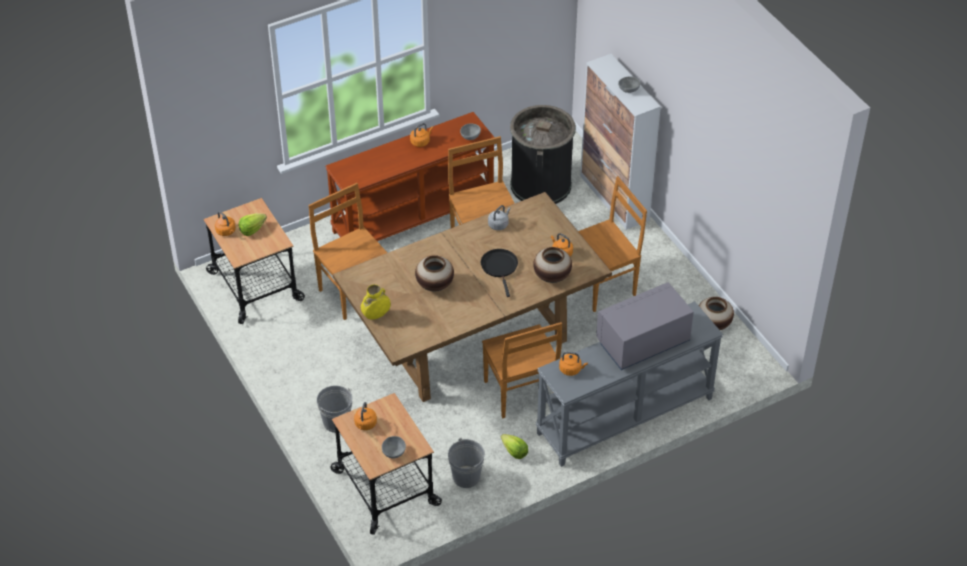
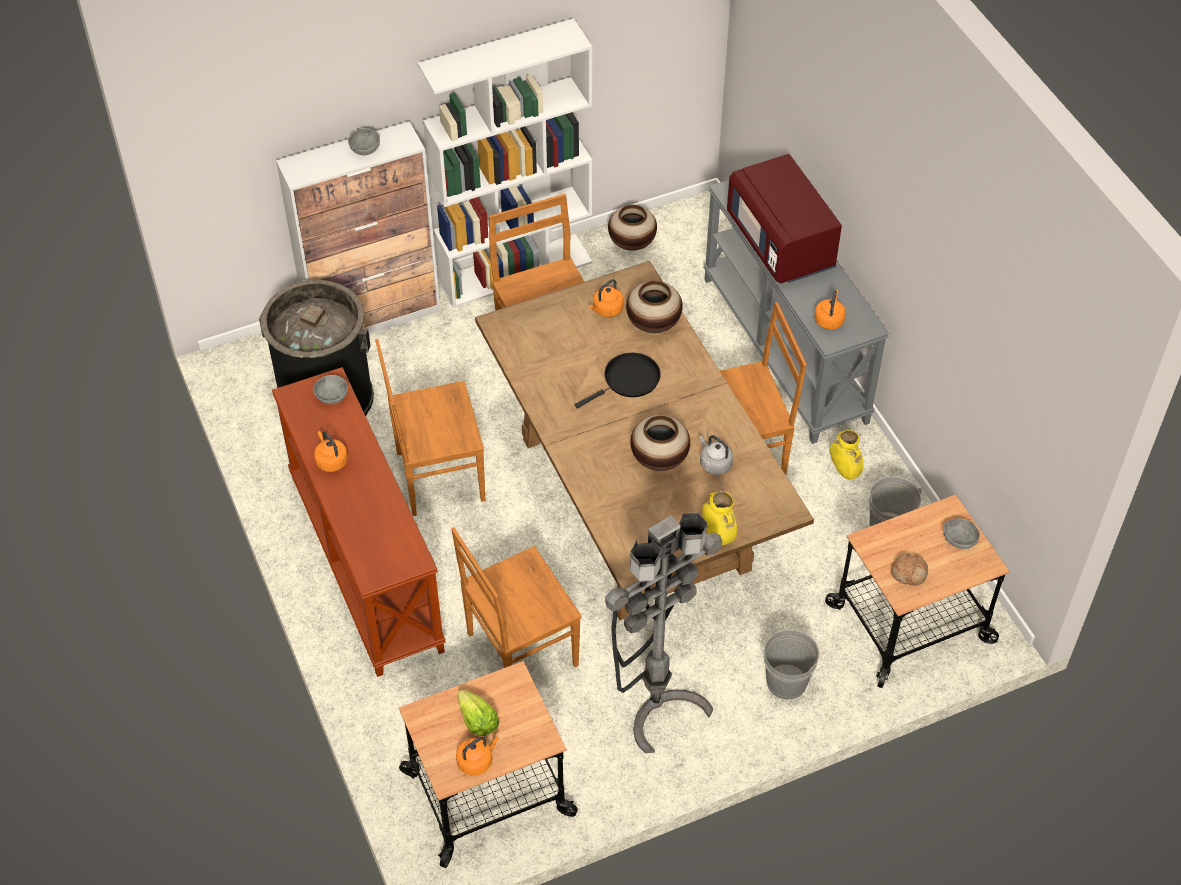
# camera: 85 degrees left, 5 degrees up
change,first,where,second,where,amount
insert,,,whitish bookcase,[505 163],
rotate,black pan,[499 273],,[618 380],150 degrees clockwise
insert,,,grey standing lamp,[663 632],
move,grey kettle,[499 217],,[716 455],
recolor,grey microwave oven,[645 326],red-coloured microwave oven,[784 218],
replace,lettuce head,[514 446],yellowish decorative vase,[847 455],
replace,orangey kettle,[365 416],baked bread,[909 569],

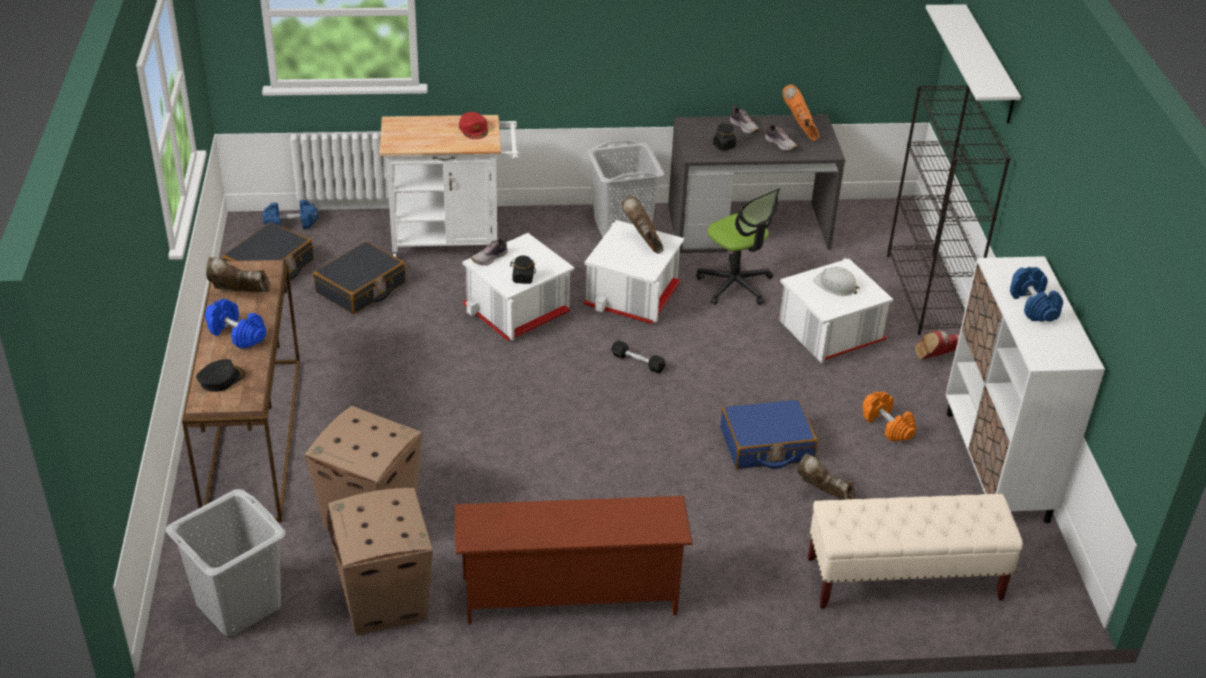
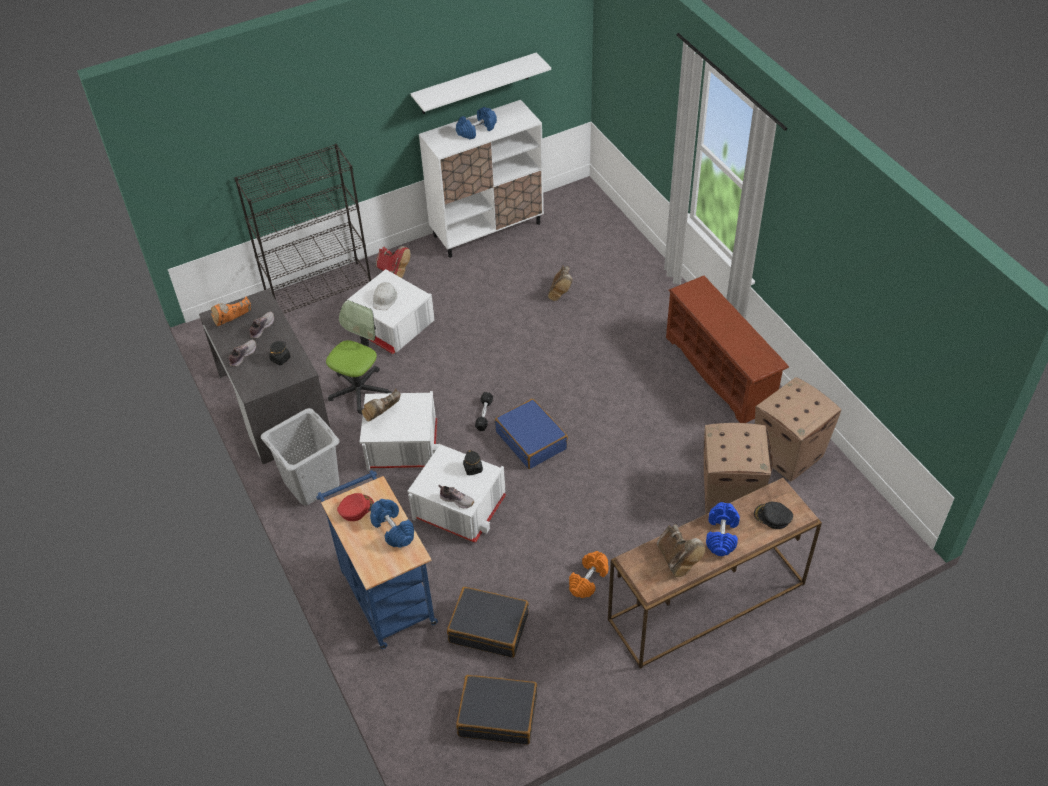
# camera: 110 degrees left, 10 degrees up
change,first,where,second,where,amount
recolor,whitish trolley,[449 186],bluish trolley,[377 559],
move,bluish free weight,[290 214],,[392 523],
move,whitish bracket shelf,[973 64],,[481 83],
move,bluish suitcase,[769 434],,[531 434],
move,orangey free weight,[889 417],,[589 574],
delete,grey washing basket,[226 562],,,
delete,beige indoor bench,[915 551],,,

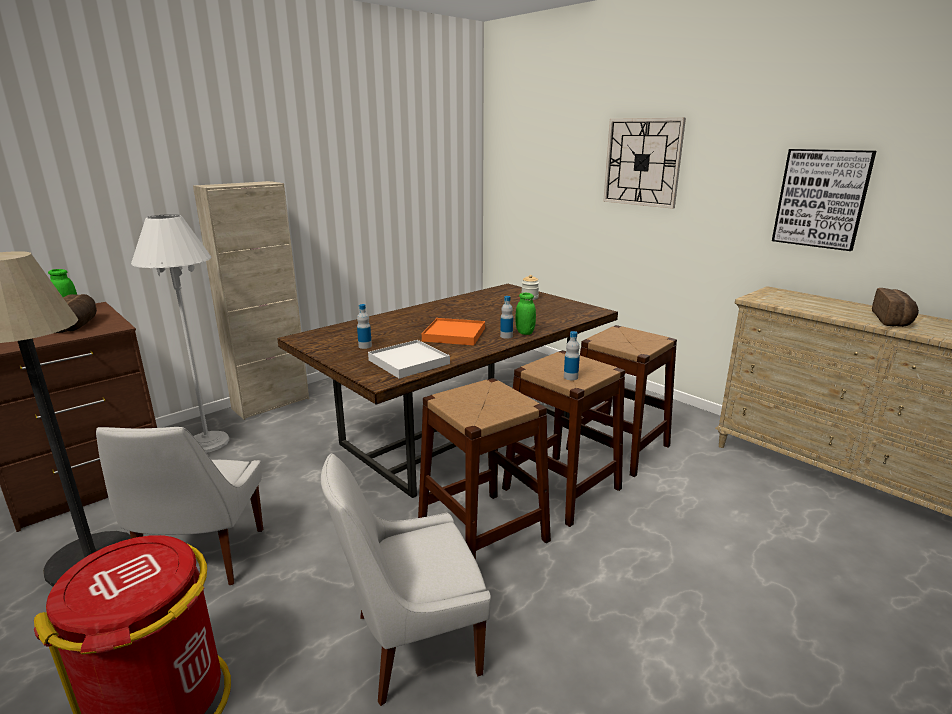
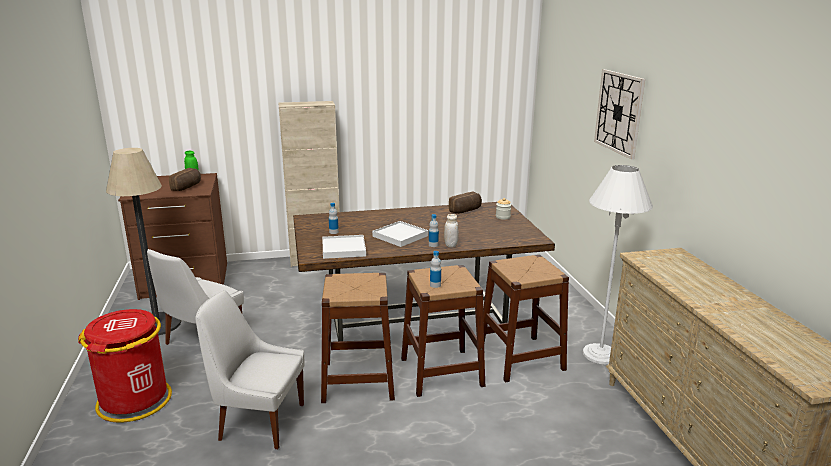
# camera: 30 degrees right, 0 degrees up
change,first,where,second,where,amount
recolor,orangey serving tray,[453 332],whitish serving tray,[400 234],
recolor,green-coloured storage jar,[525 314],whitish storage jar,[451 230],
move,baked bread,[895 307],,[465 202],
move,whitish standing lamp,[180 333],,[618 264],
delete,wall art,[824 200],,,

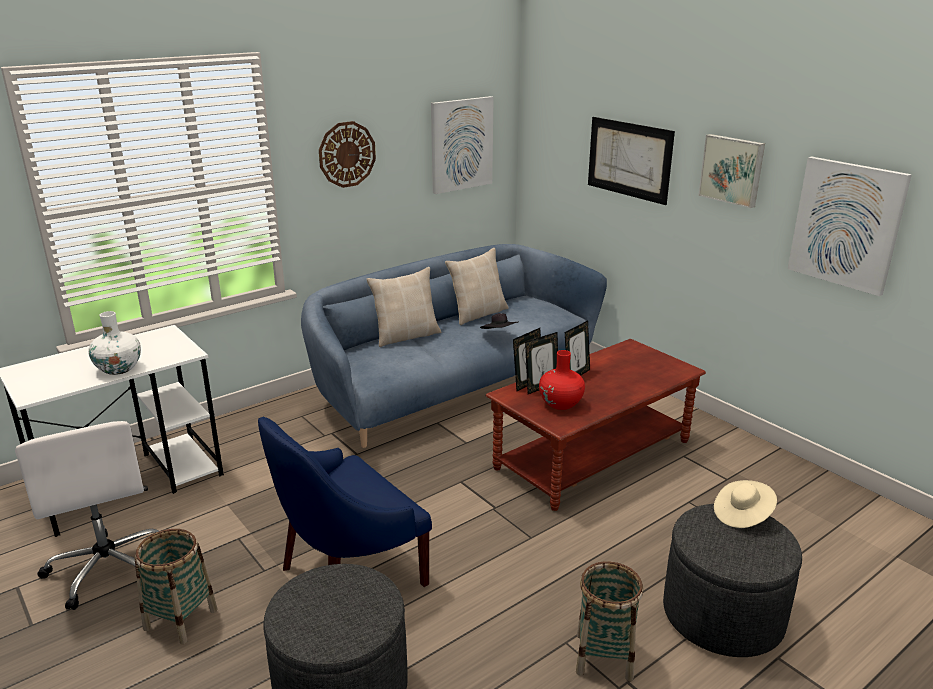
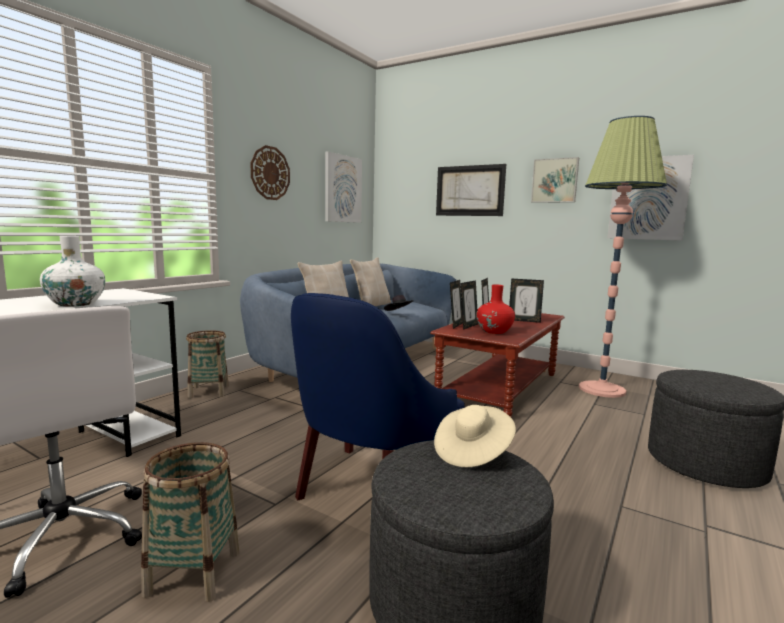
# camera: 20 degrees left, 15 degrees down
change,first,where,second,where,amount
move,basket,[609 622],,[207 364],
move,beige hat,[745 504],,[475 436],
insert,,,standing frame,[526 301],
insert,,,standing lamp,[623 257],

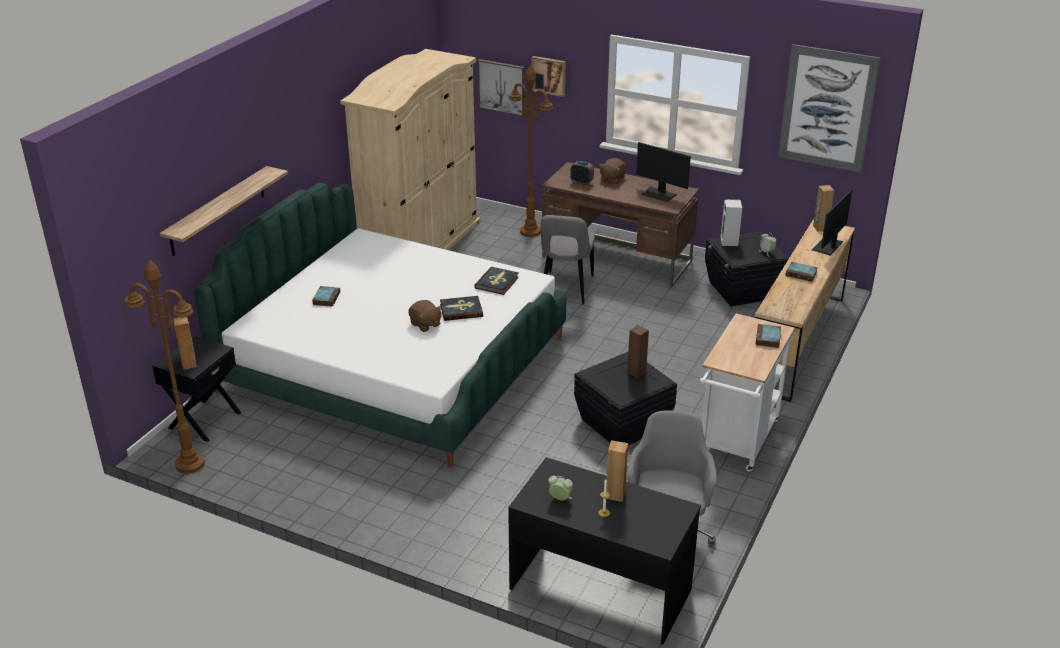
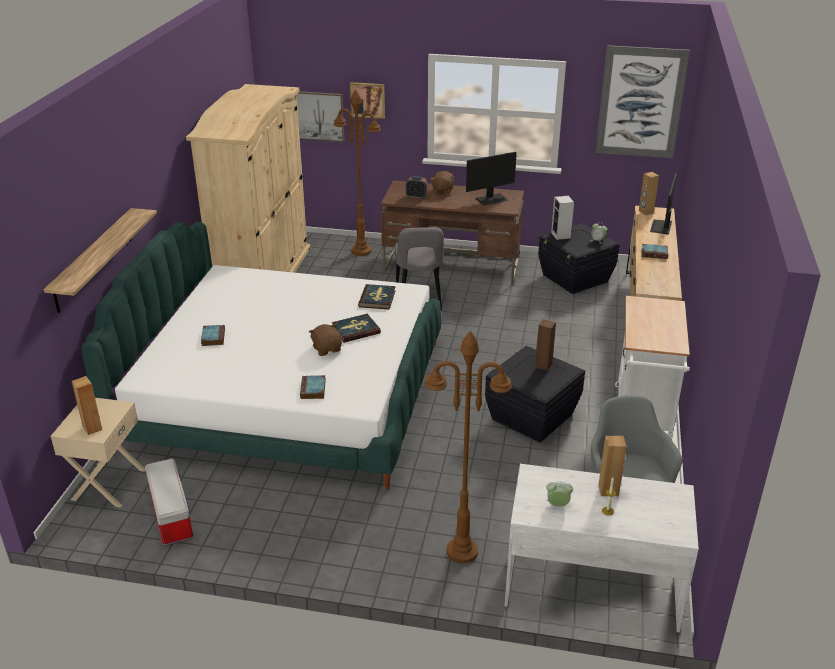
# camera: 15 degrees left, 0 degrees up
change,first,where,second,where,amount
recolor,black nightstand,[196 388],beige nightstand,[98 452],
insert,,,storage bin,[169 502],
move,volume,[768 336],,[313 387],
rotate,brown-coloured soft toy,[425 316],,[325 340],150 degrees counterclockwise
move,brown-coloured standing lamp,[165 366],,[468 447],
rotate,computer screen,[663 172],,[491 179],45 degrees counterclockwise
recolor,black desk,[604 550],whitish desk,[602 548],

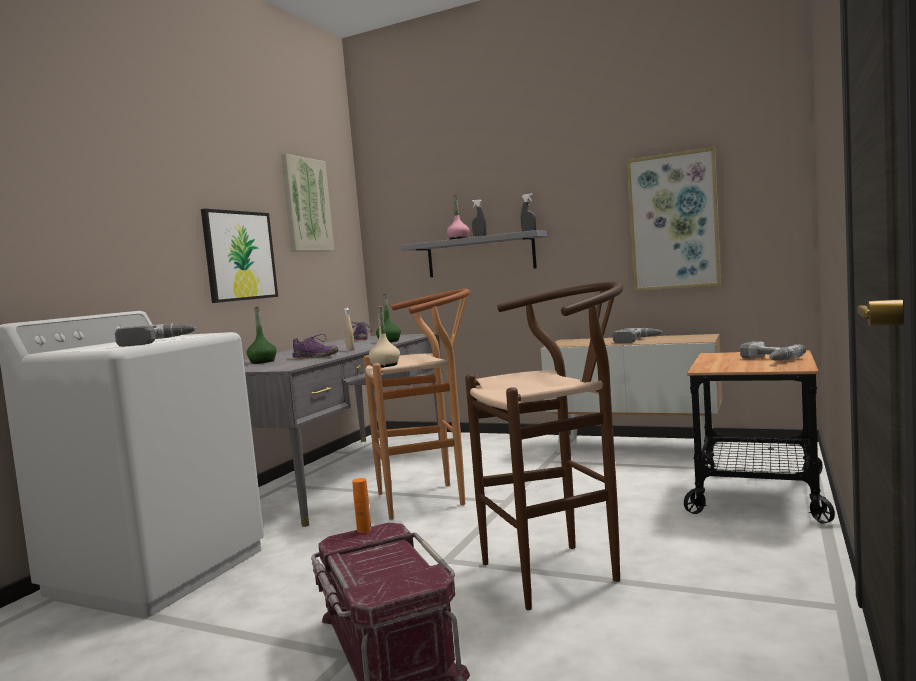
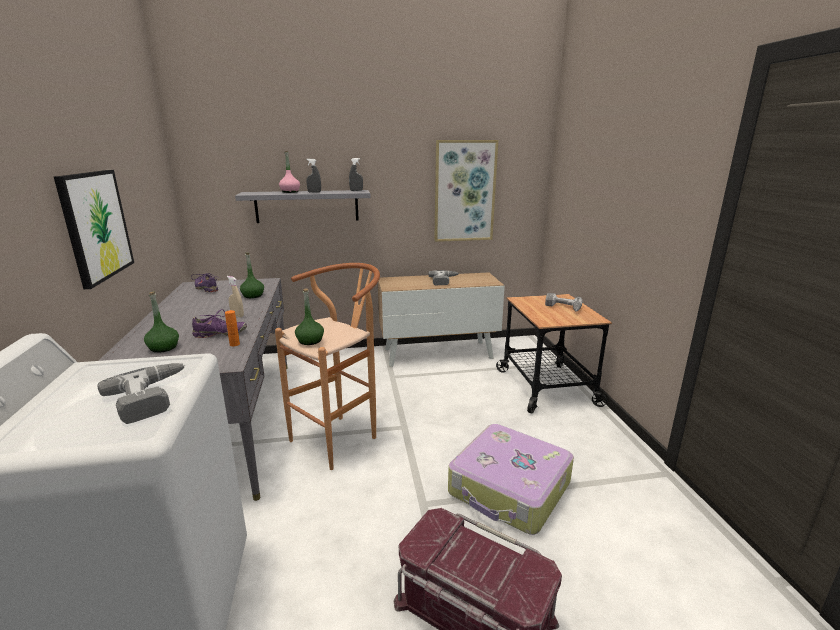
# camera: 35 degrees left, 15 degrees up
change,first,where,second,where,amount
move,orangey bottle,[362 505],,[232 328],
recolor,beige bottle,[384 337],green-coloured bottle,[309 316],
replace,brown-coloured stool seat,[544 446],suitcase,[511 479],
delete,wall art,[307 202],,,

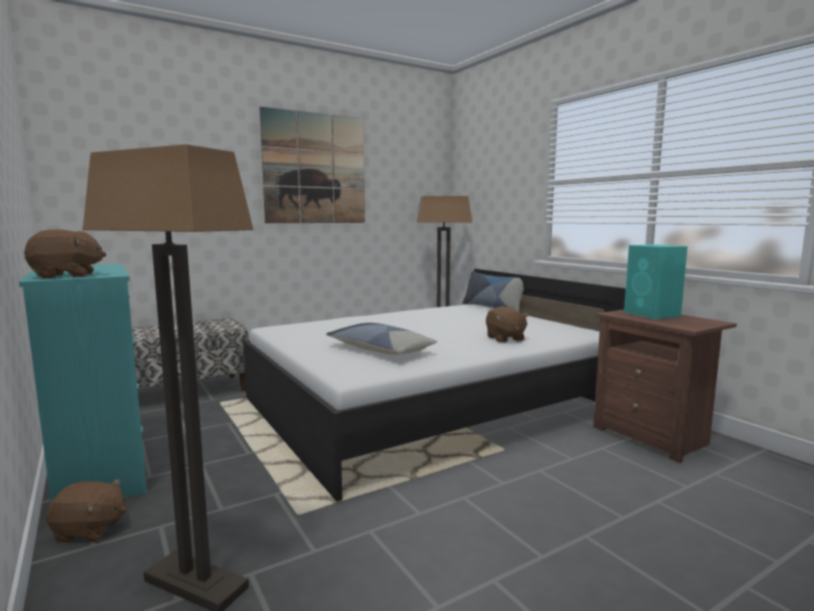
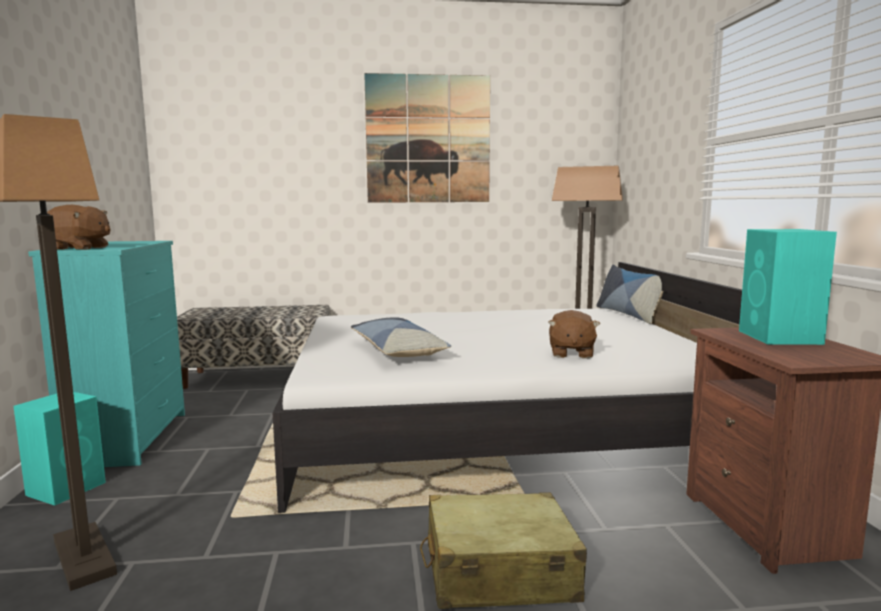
# camera: 25 degrees right, 0 degrees up
change,first,where,second,where,amount
replace,brown-coloured soft toy,[86 510],turquoise-coloured audio speaker,[59 449],
insert,,,beige suitcase,[503 550],

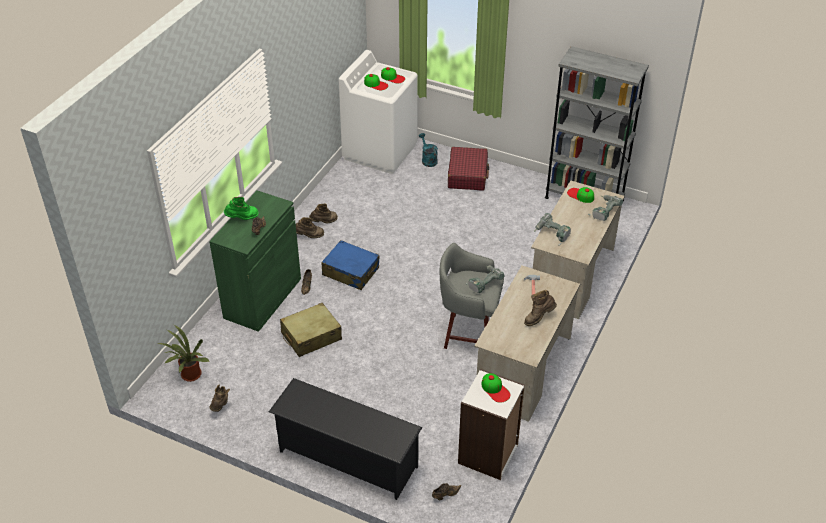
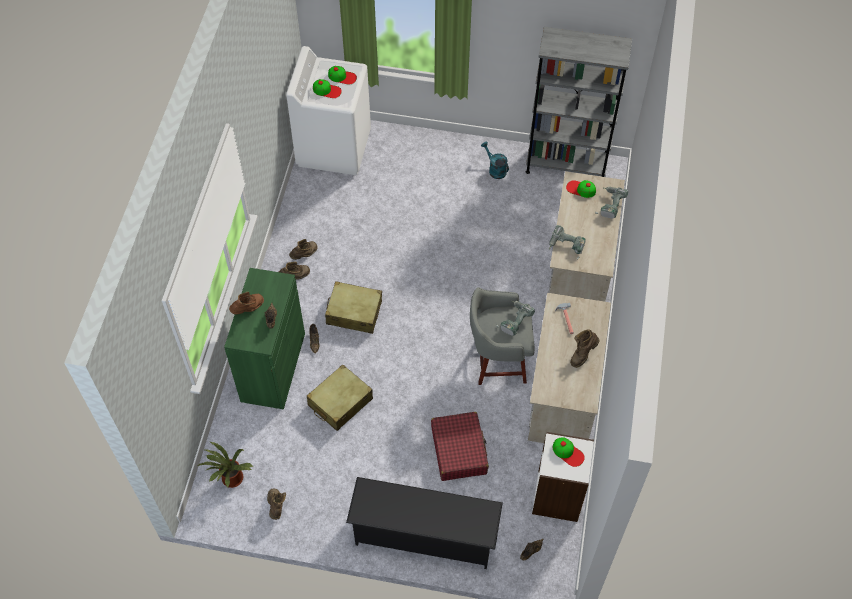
# camera: 15 degrees left, 15 degrees up
change,first,where,second,where,amount
recolor,green-coloured boot,[241 208],brown-coloured boot,[246 303],
recolor,bluish suitcase,[350 265],beige suitcase,[353 307],
move,red-coloured suitcase,[468 169],,[460 446],
move,turquoise-coloured watering pot,[428 150],,[495 160],

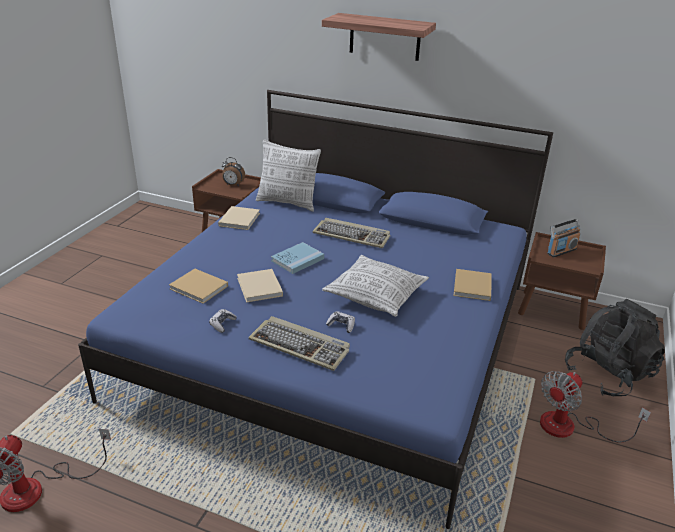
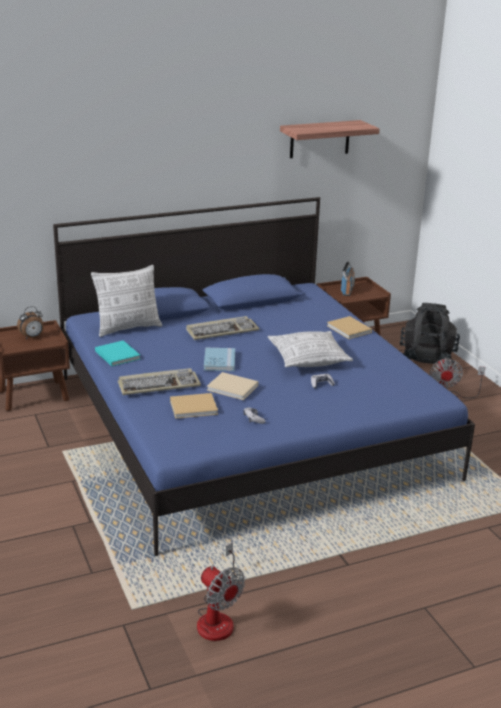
# camera: 45 degrees left, 5 degrees down
change,first,where,second,where,amount
recolor,beige volume,[239 218],turquoise-coloured volume,[117 353],
move,PC keyboard,[299 343],,[159 381],
move,bracket shelf,[379 37],,[330 139],

